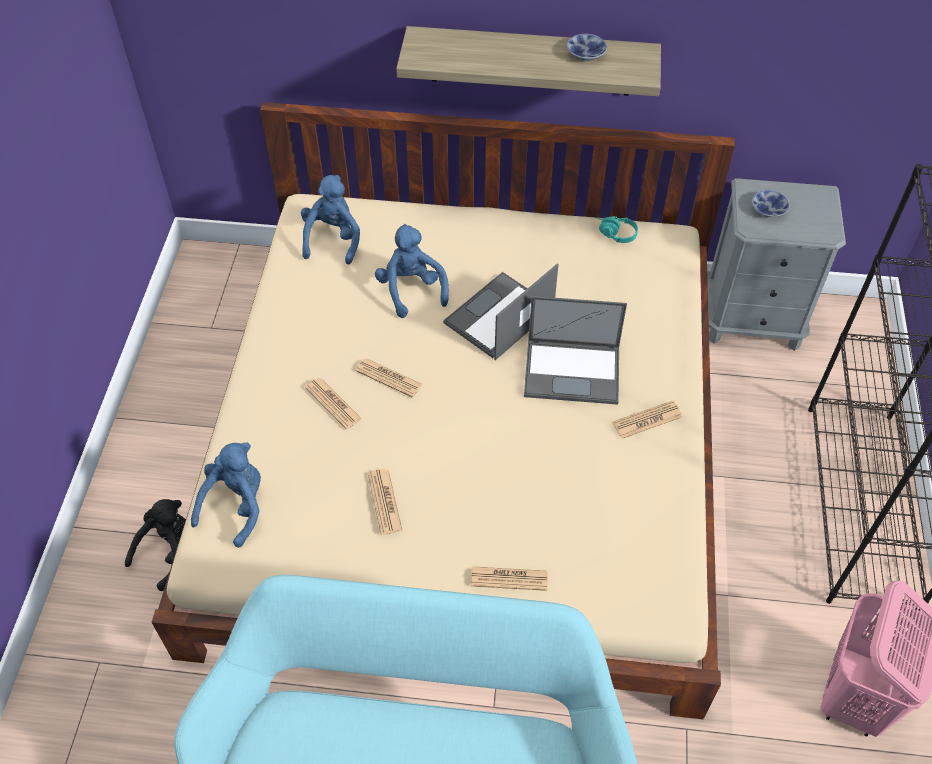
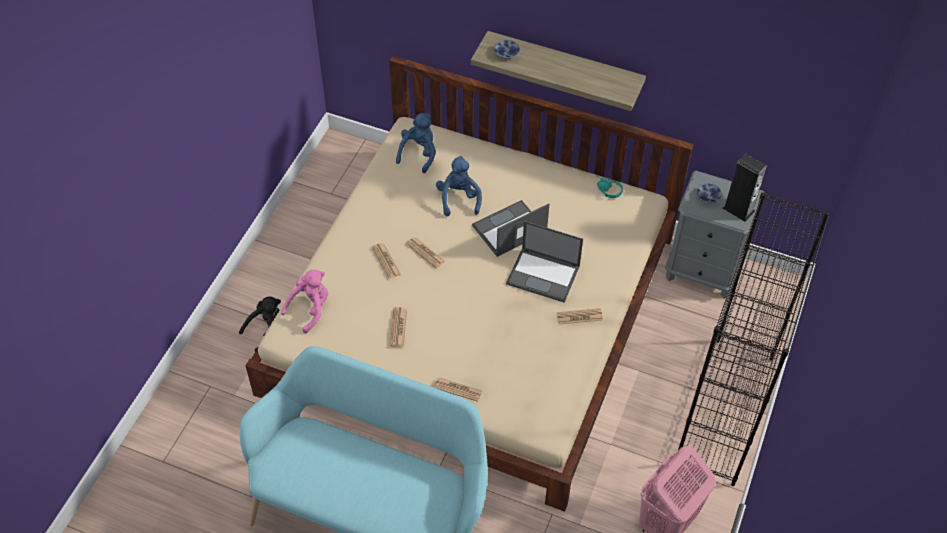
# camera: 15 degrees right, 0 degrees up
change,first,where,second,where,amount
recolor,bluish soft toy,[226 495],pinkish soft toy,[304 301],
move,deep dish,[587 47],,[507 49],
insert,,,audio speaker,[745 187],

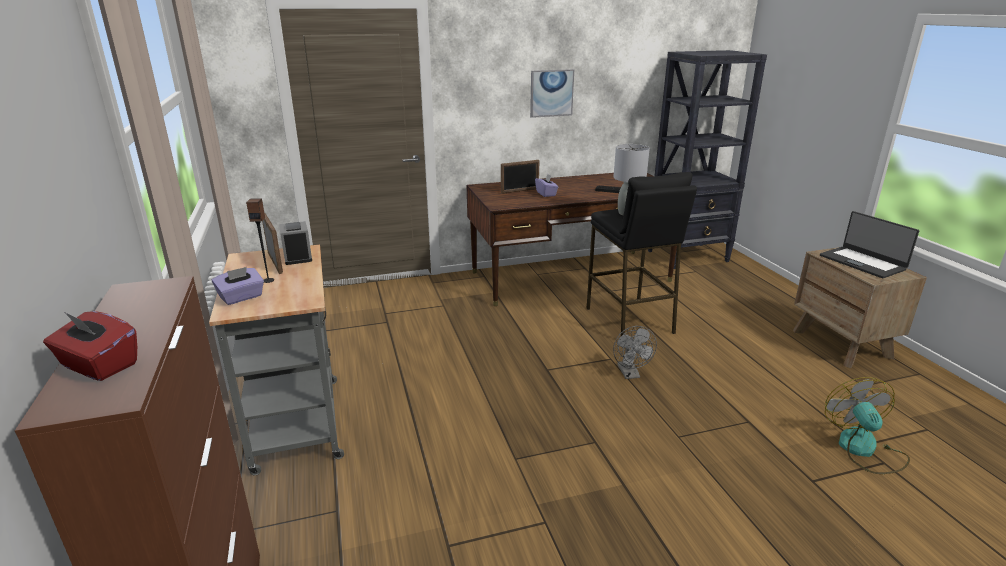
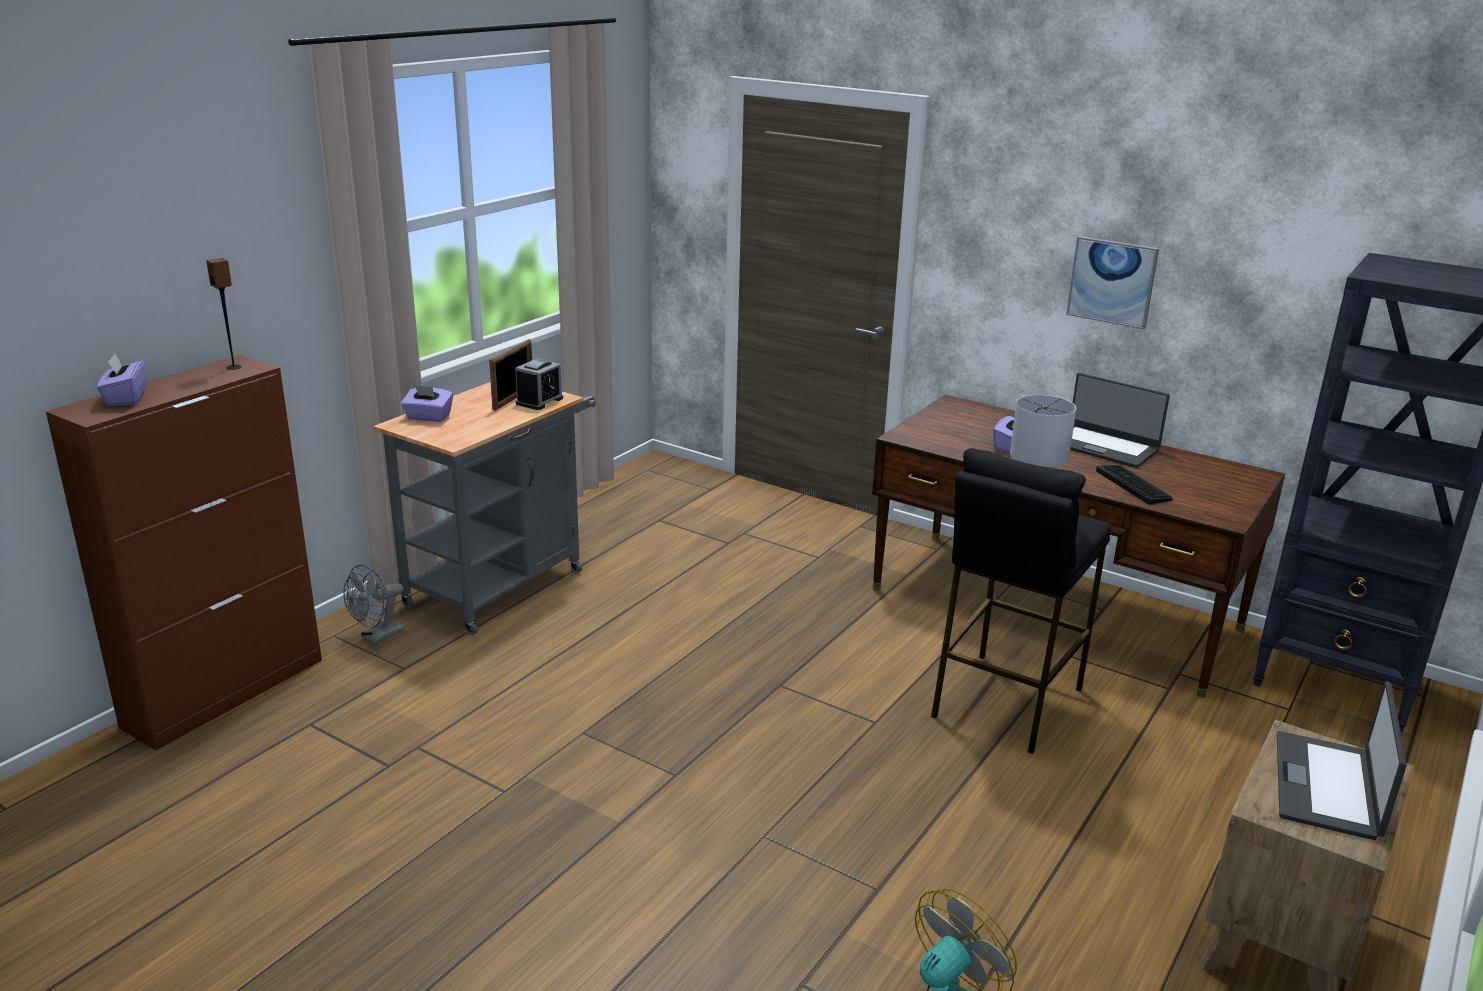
# camera: 50 degrees right, 0 degrees up
change,first,where,second,where,amount
recolor,red-coloured box of tissues,[90 346],purplish box of tissues,[121 380],
move,audio speaker,[260 240],,[223 314],
move,grey electric fan,[635 352],,[374 604],
insert,,,notebook computer,[1120 420],
delete,standing frame,[520 177],,,

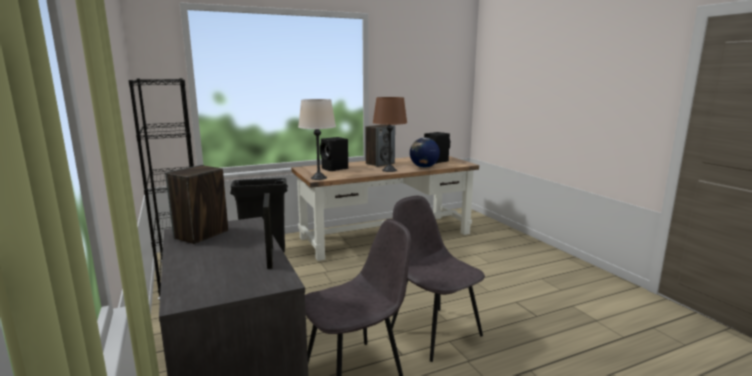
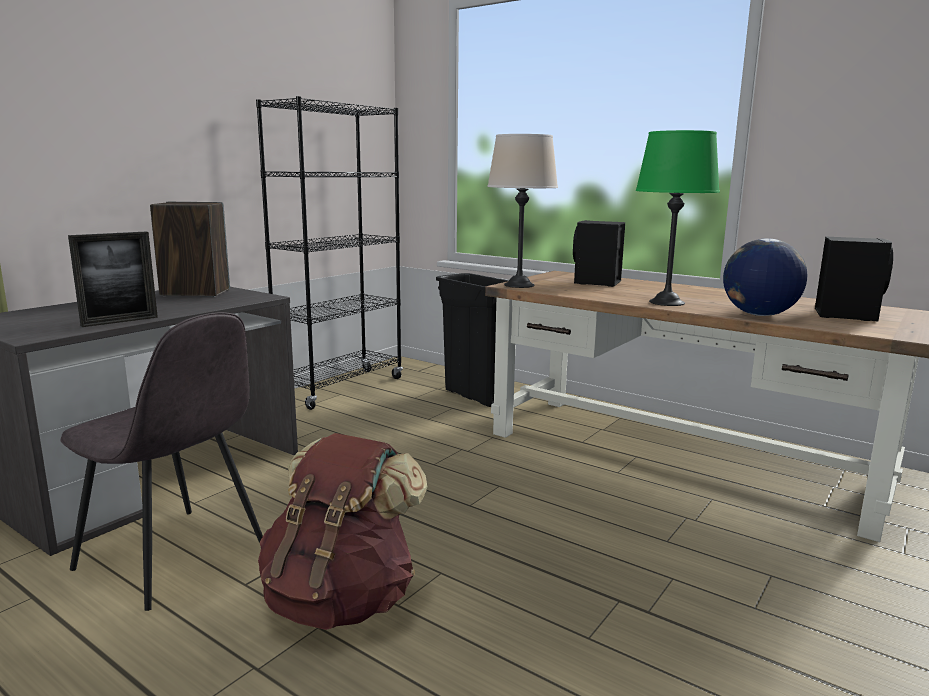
# camera: 60 degrees right, 0 degrees up
change,first,where,second,where,amount
replace,grey chair,[438 279],brown-coloured backpack,[343 531],
recolor,brown-coloured tabletop lamp,[390 134],green-coloured tabletop lamp,[678 218],
delete,audio speaker,[380 146],,,

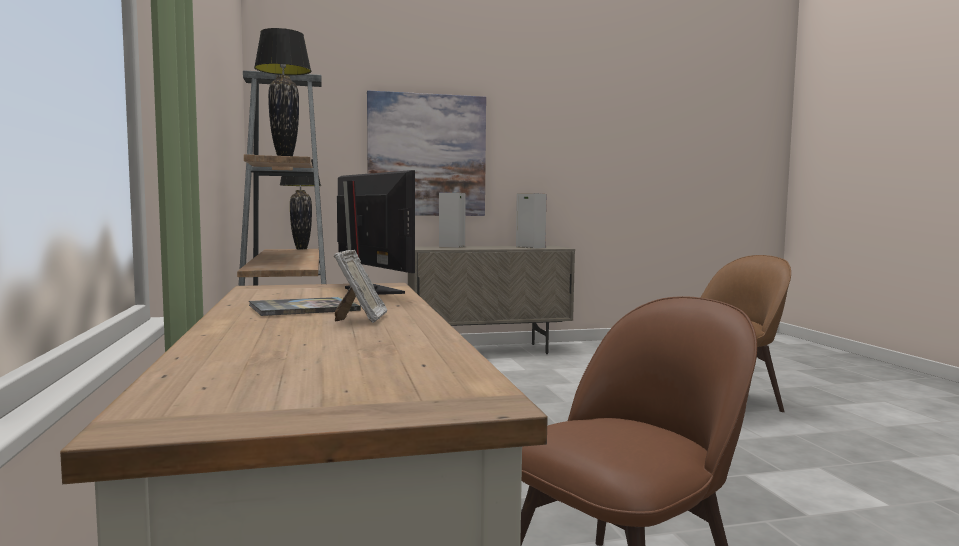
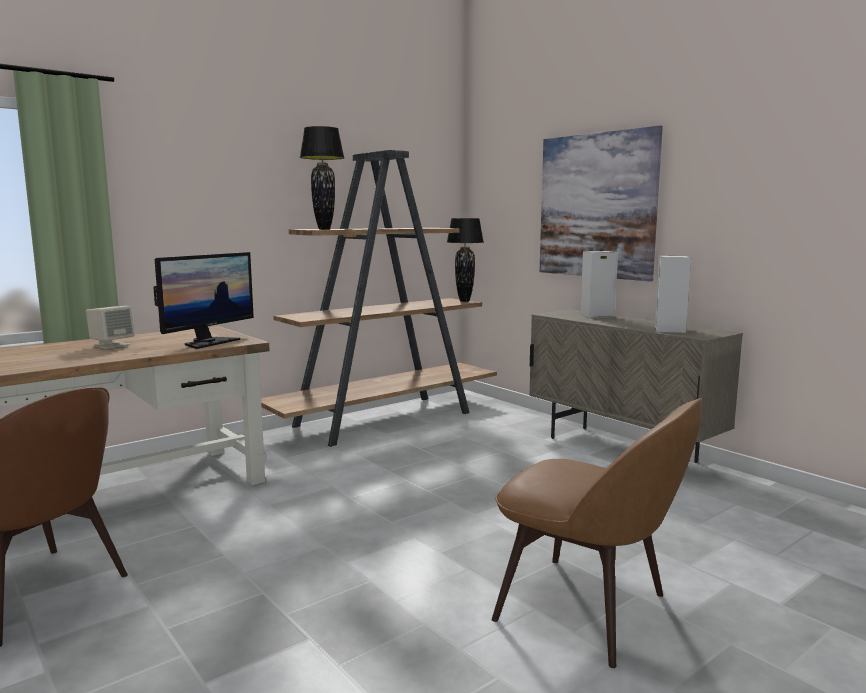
# camera: 65 degrees right, 5 degrees up
change,first,where,second,where,amount
replace,volume,[305 306],beige audio speaker,[110 327],
delete,standing frame,[360 286],,,

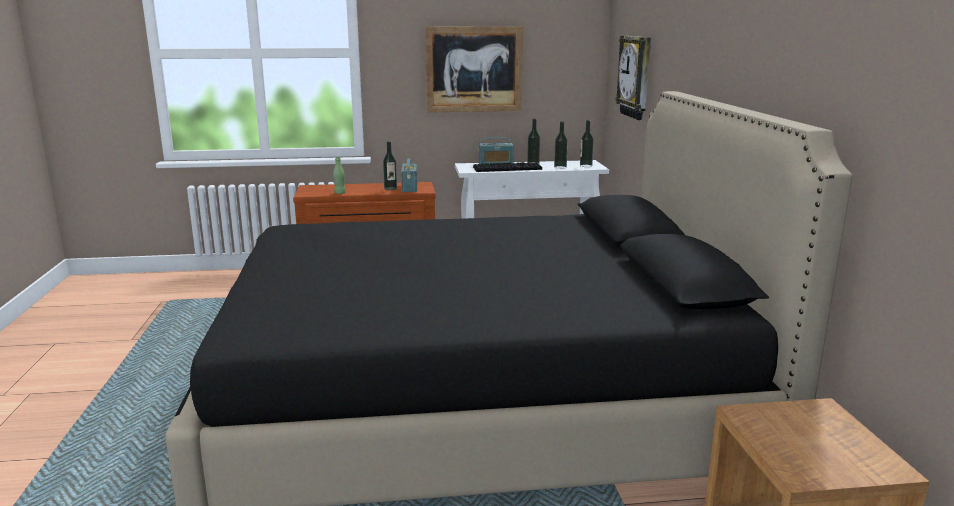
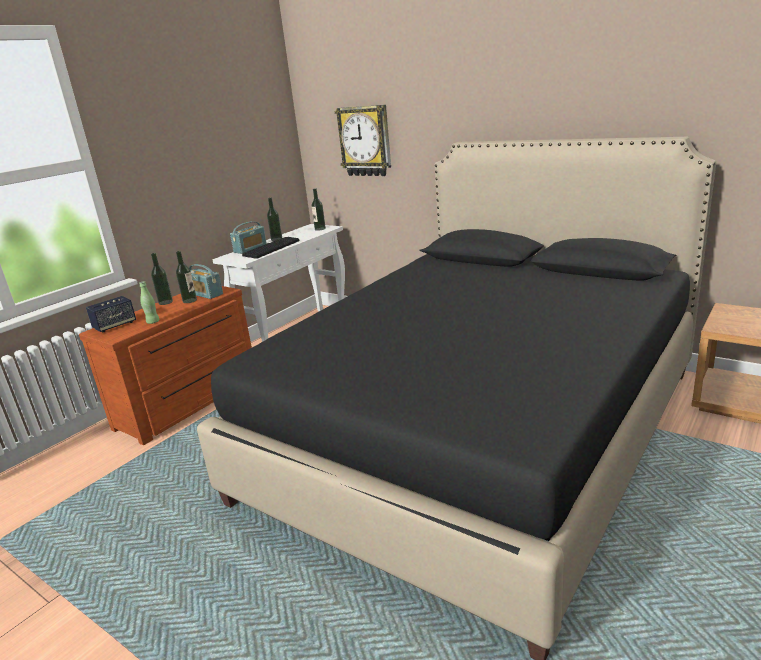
# camera: 45 degrees left, 5 degrees up
change,first,where,second,where,amount
insert,,,audio speaker,[111 314],
move,bottle,[561 145],,[162 279],
delete,wall art,[474 69],,,

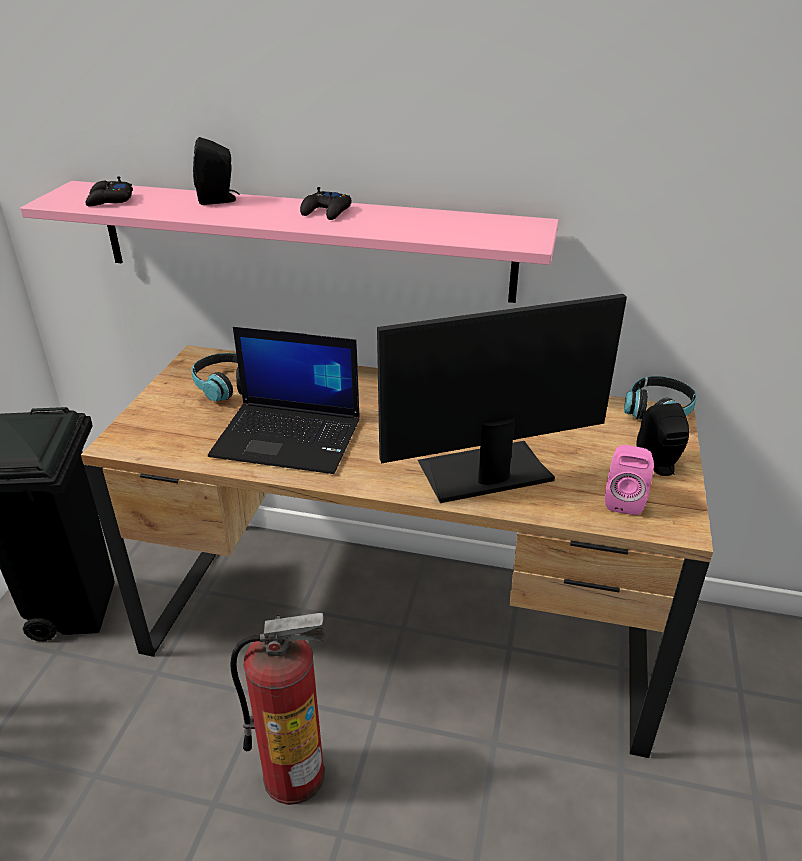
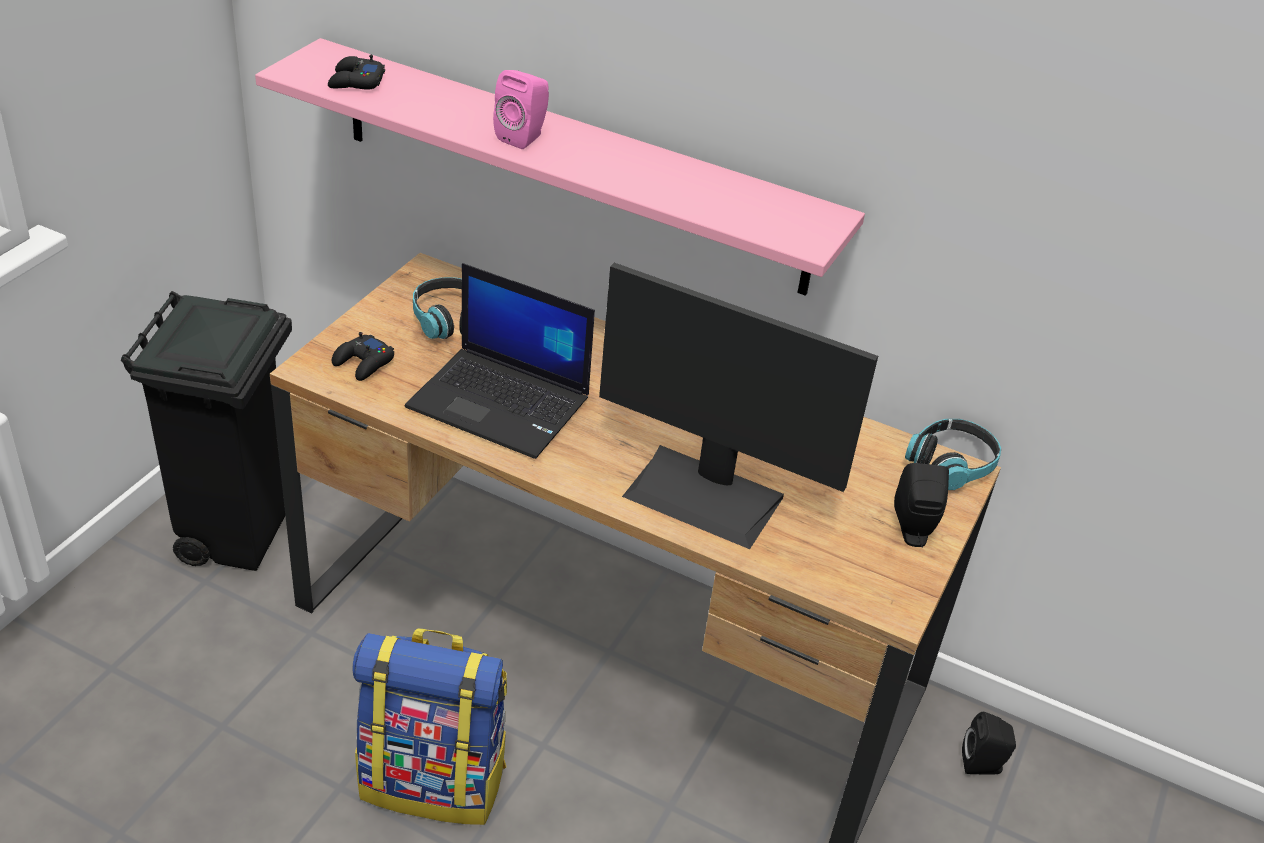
# camera: 10 degrees right, 5 degrees up
change,first,where,second,where,amount
move,black game controller,[326 203],,[363 356],
replace,fire extinguisher,[278 709],backpack,[430 726],
move,pinkish audio speaker,[629 480],,[521 109],
rotate,computer screen,[502 398],,[738 406],150 degrees counterclockwise
move,black audio speaker,[216 171],,[989 743],

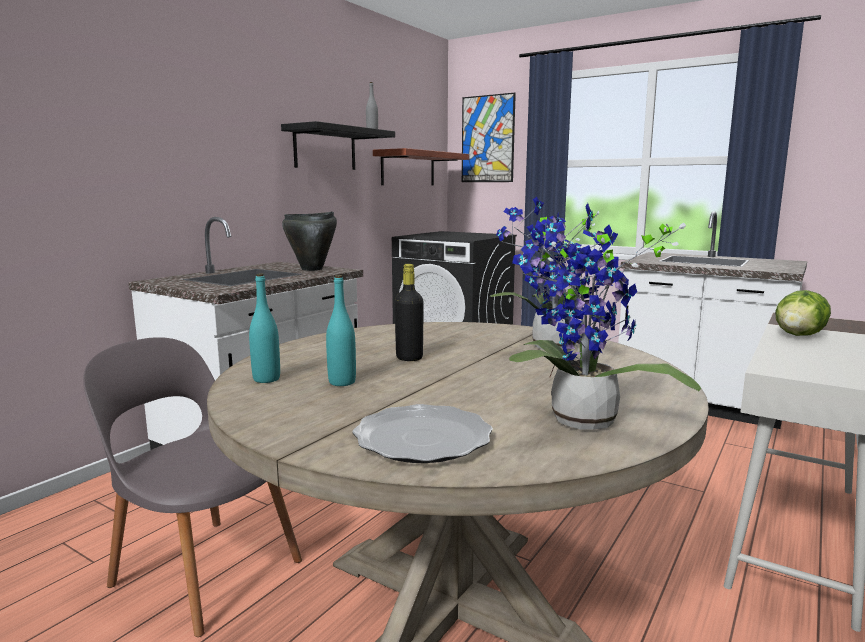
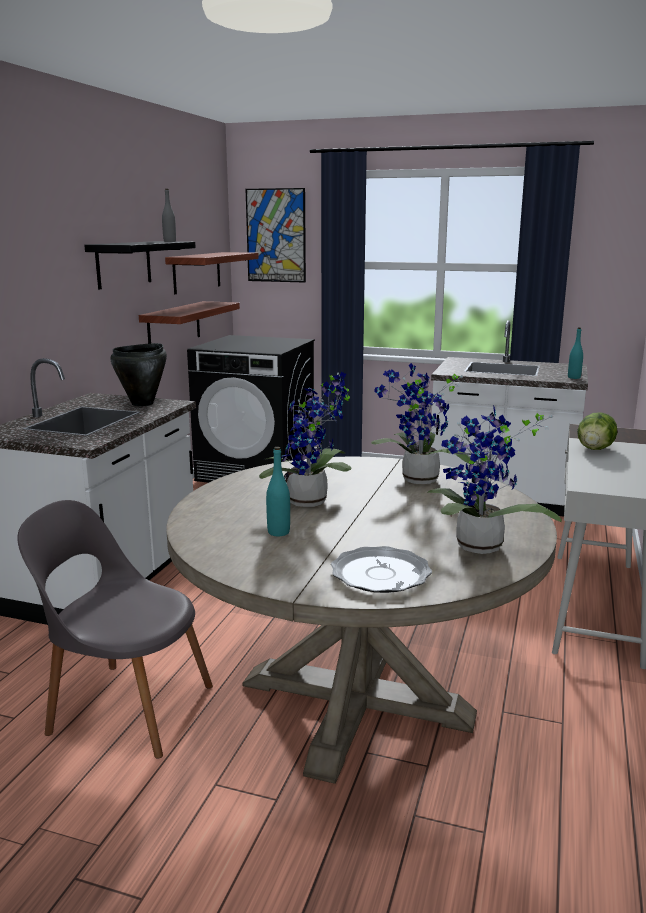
# camera: 15 degrees left, 5 degrees up
change,first,where,second,where,amount
insert,,,bracket shelf,[189 322],
replace,black bottle,[409 312],houseplant,[305 439],
move,turquoise-coloured bottle,[264 328],,[575 353],

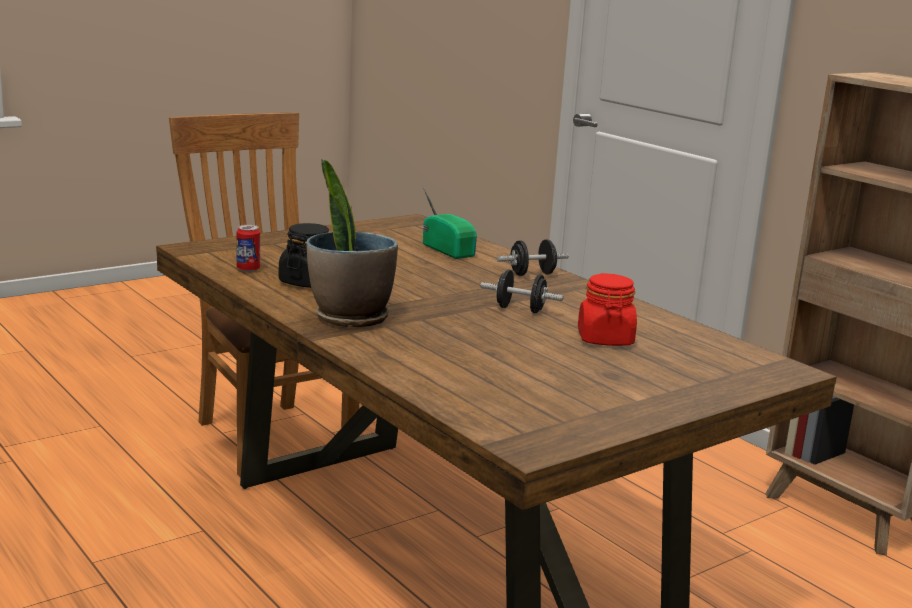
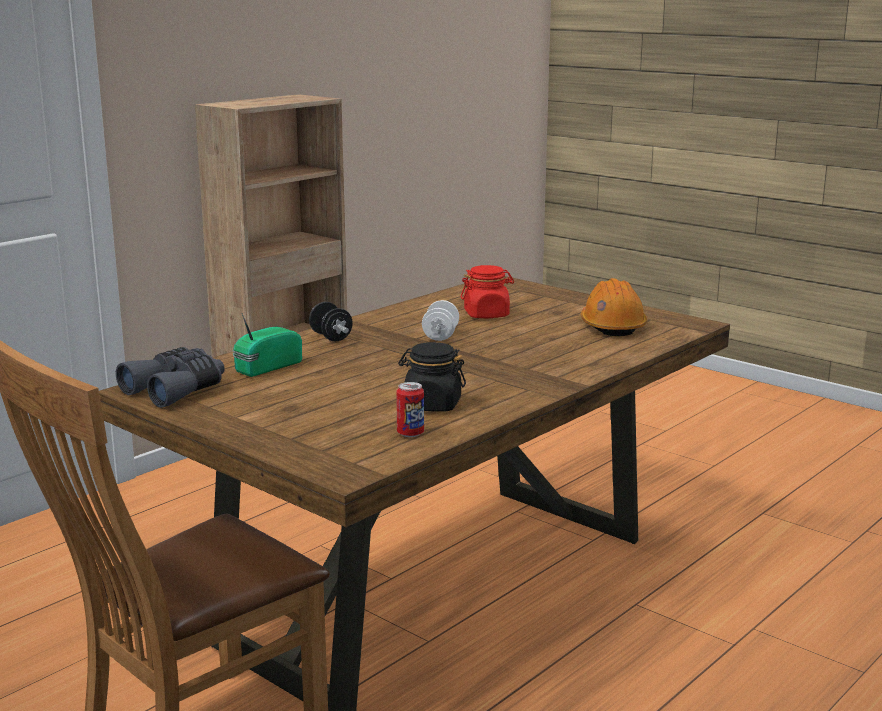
# camera: 100 degrees left, 0 degrees up
change,first,where,second,where,amount
insert,,,grey pair of binoculars,[170 377],
recolor,black free weight,[522 291],whitish free weight,[440 320],
insert,,,orangey safety helmet,[614 307],
delete,houseplant,[352 242],,,

